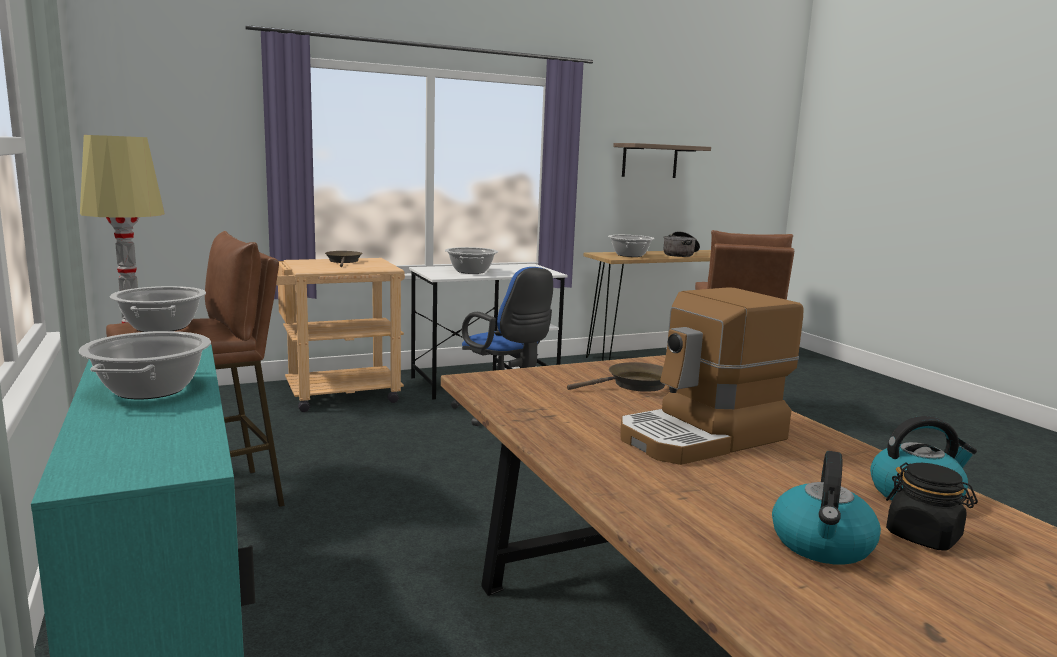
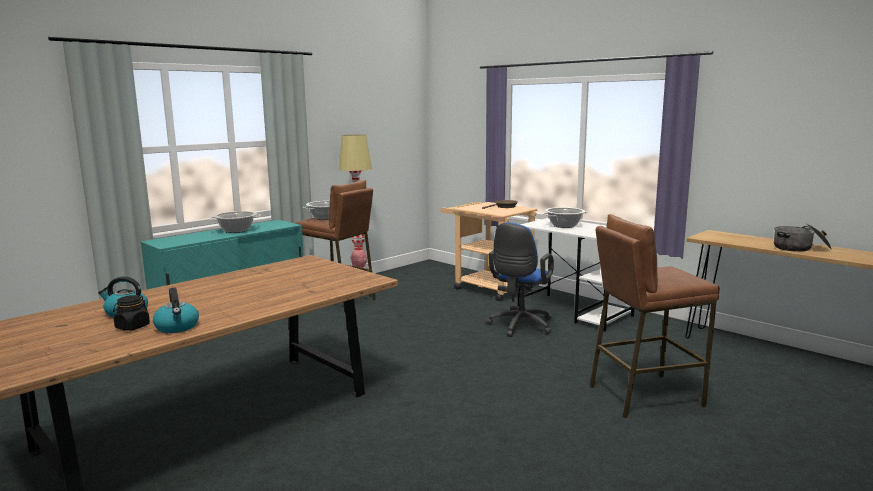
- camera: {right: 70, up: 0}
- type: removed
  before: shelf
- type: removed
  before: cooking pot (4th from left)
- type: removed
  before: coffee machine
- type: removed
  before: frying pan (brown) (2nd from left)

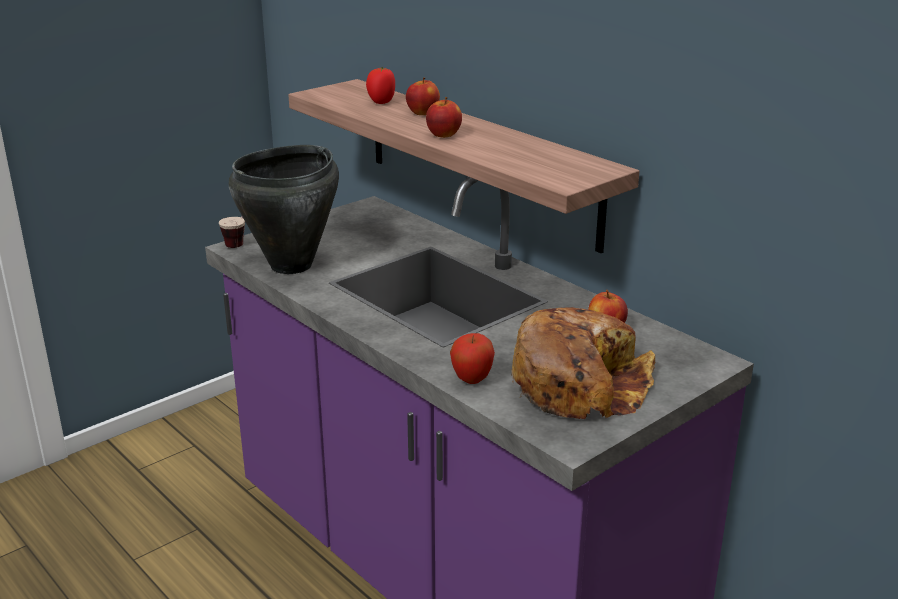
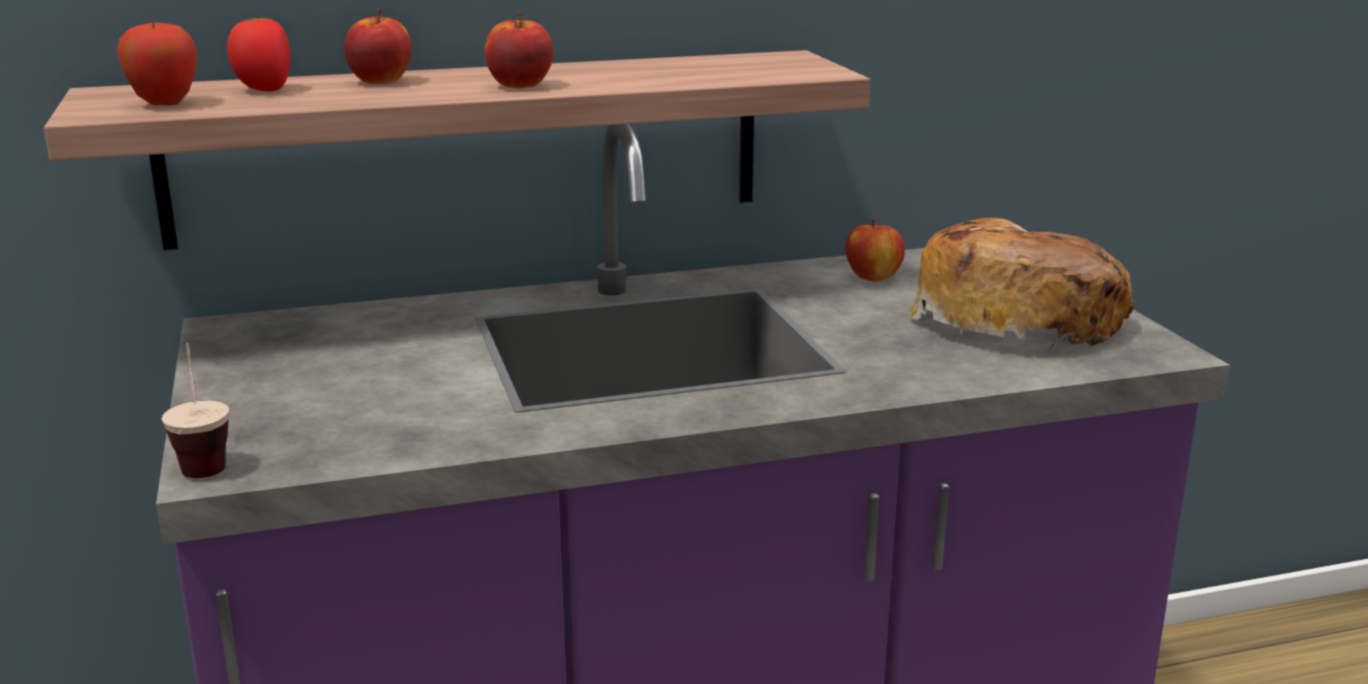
- camera: {right: -65, up: -5}
- type: removed
  before: cooking pot (black)
- type: moved
  before: apple (3rd from left in the first image)
  after: apple (1st from left)

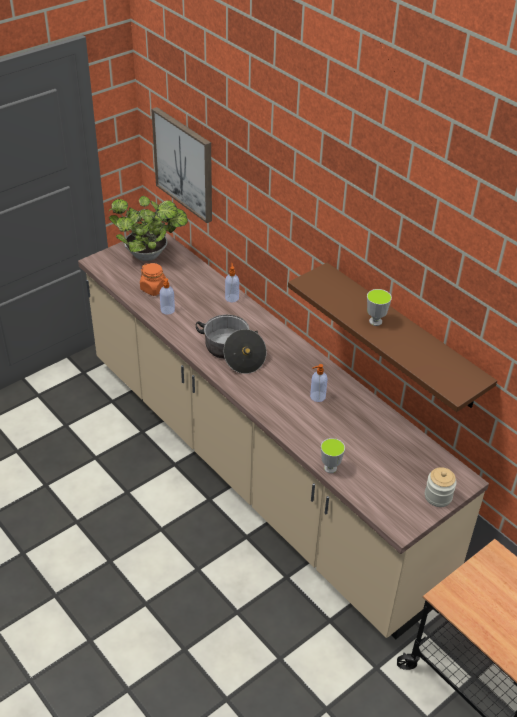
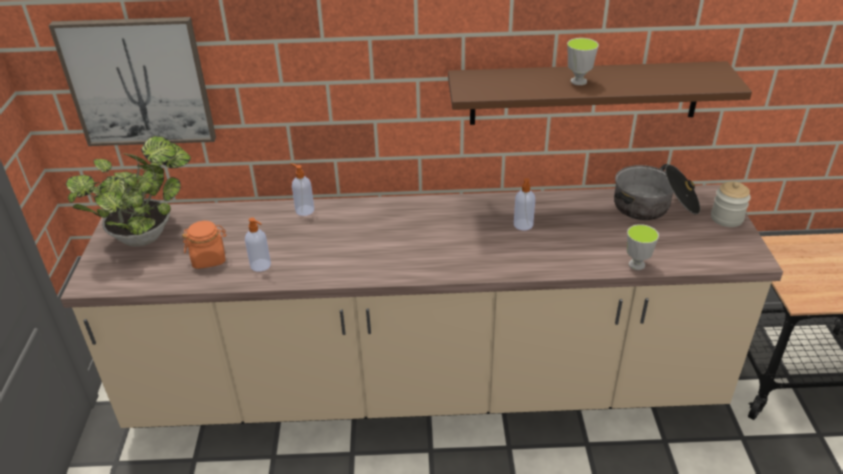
- camera: {right: -50, up: -5}
- type: moved
  before: cooking pot

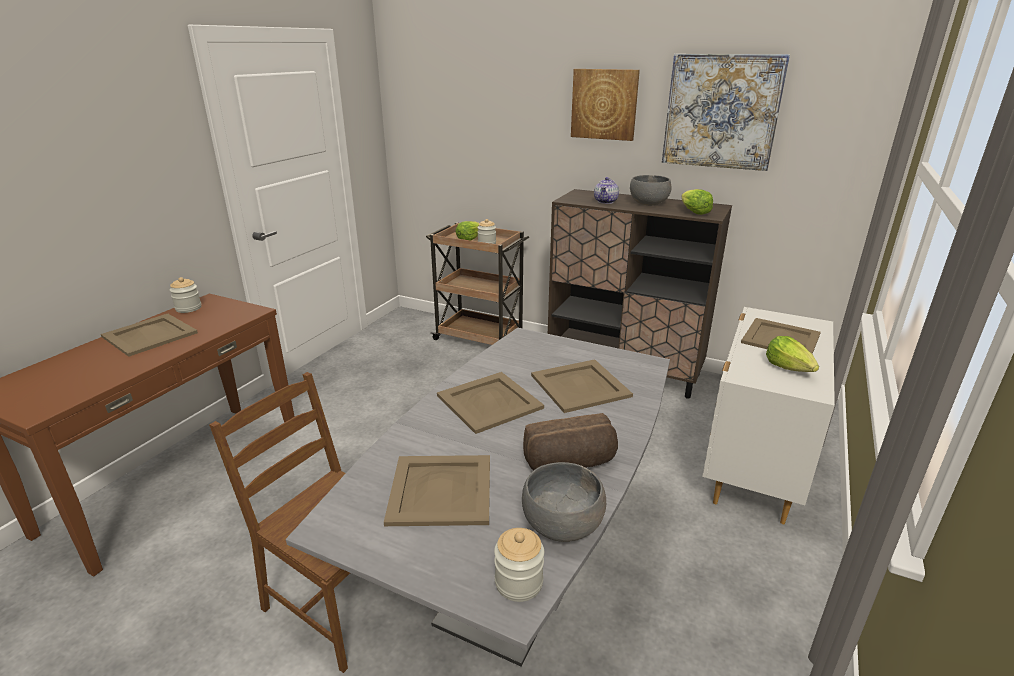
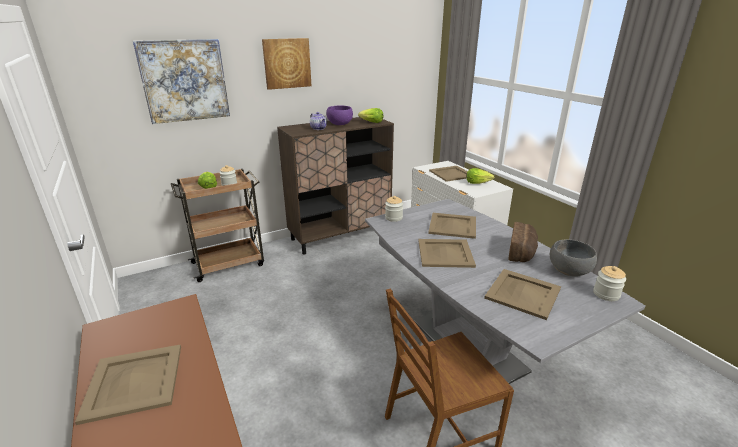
- camera: {right: -55, up: 0}
- type: moved
  before: picture (2nd from left in the first image)
  after: picture (1st from left)
- type: recoloured
  before: bowl (grey) (2nd from left)
  after: bowl (purple)
- type: moved
  before: jar (1st from left in the first image)
  after: jar (2nd from left)

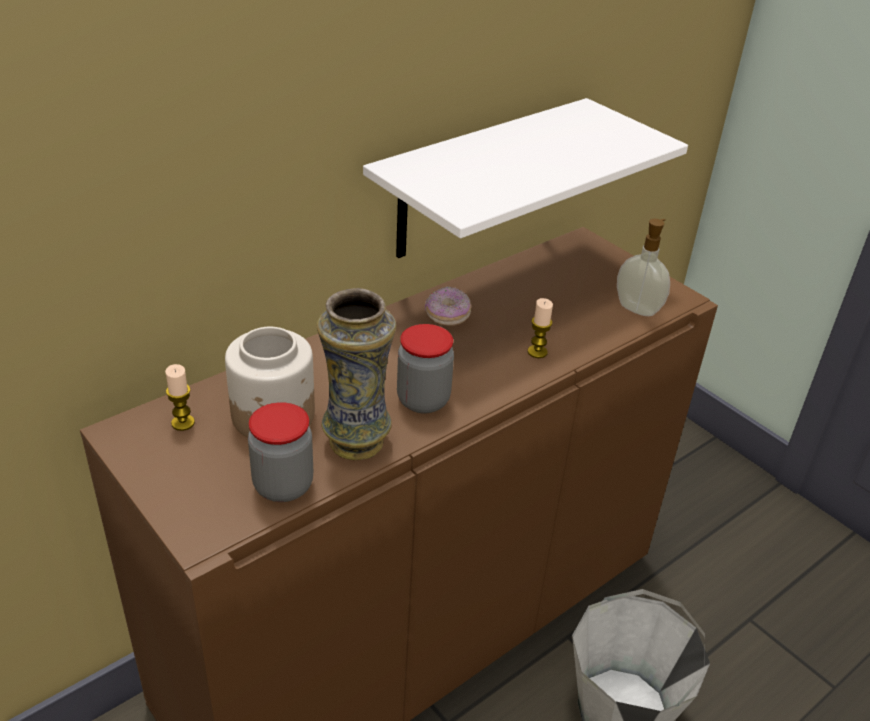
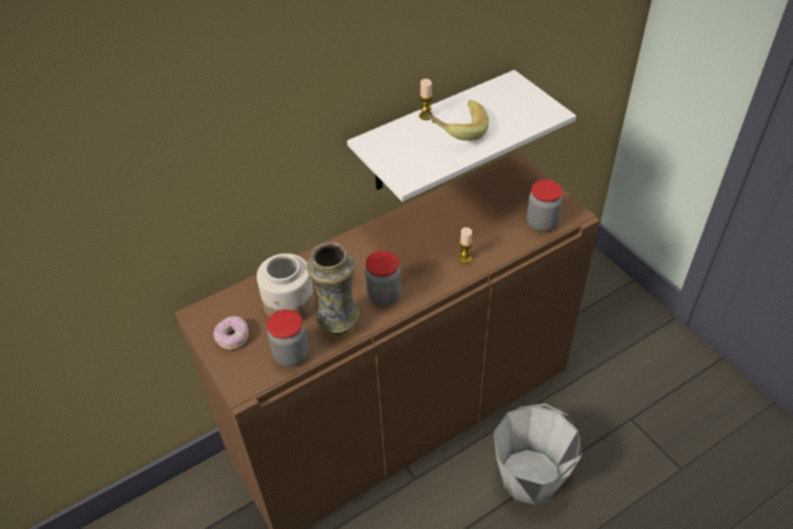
- camera: {right: 10, up: 10}
- type: replaced
  before: soap dispenser
  after: jar (4th from left)
- type: moved
  before: donut
- type: moved
  before: candle (1st from left)
- type: added
  after: banana

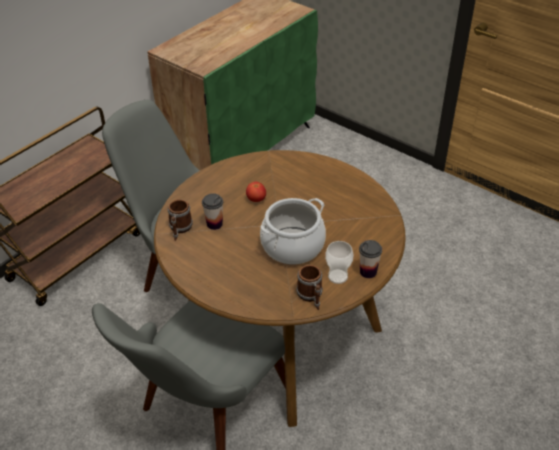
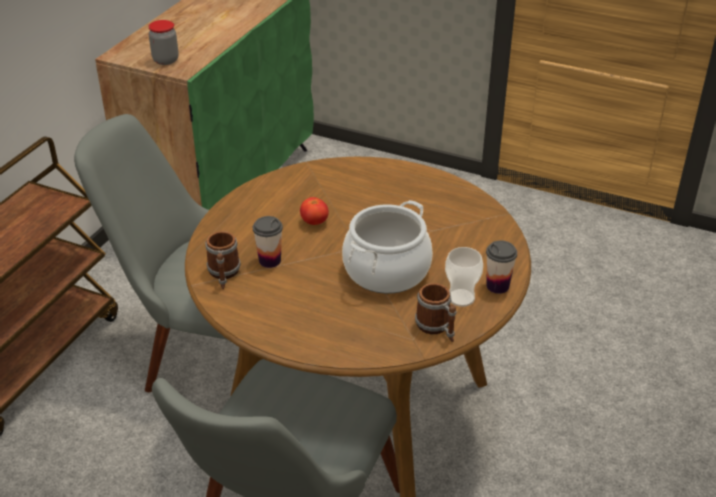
- camera: {right: -15, up: -5}
- type: added
  after: jar

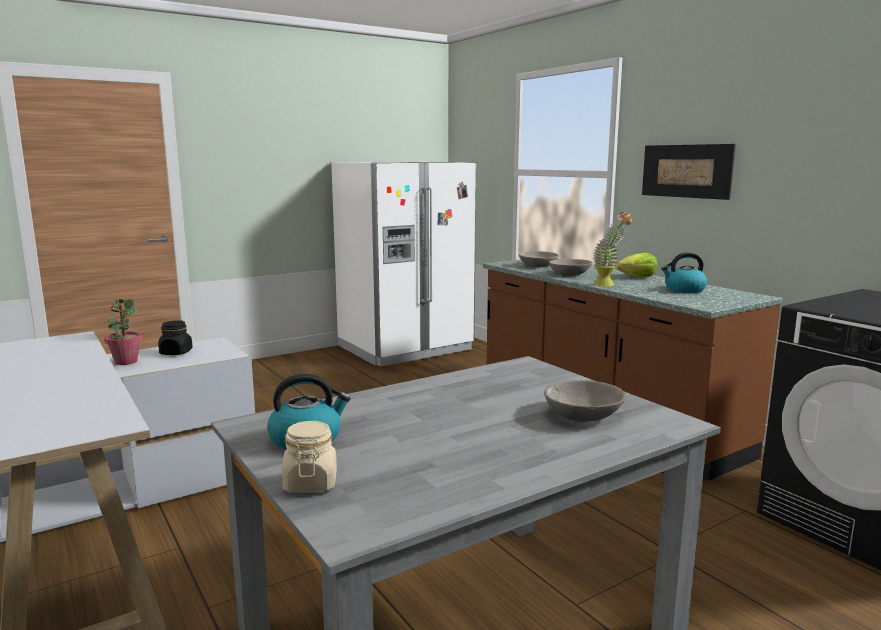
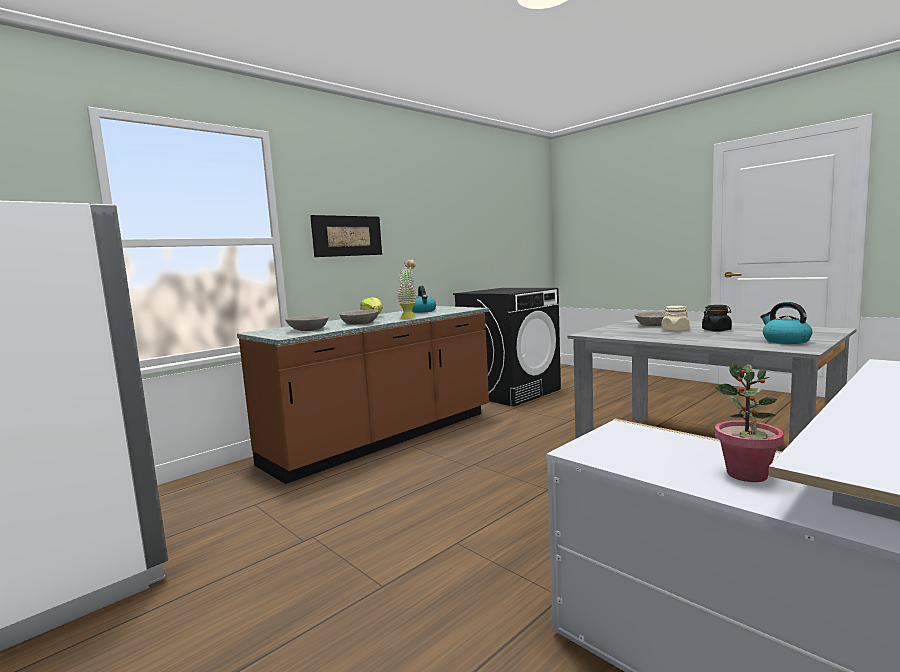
- camera: {right: -100, up: -5}
- type: moved
  before: jar (black)
- type: moved
  before: jar (beige)

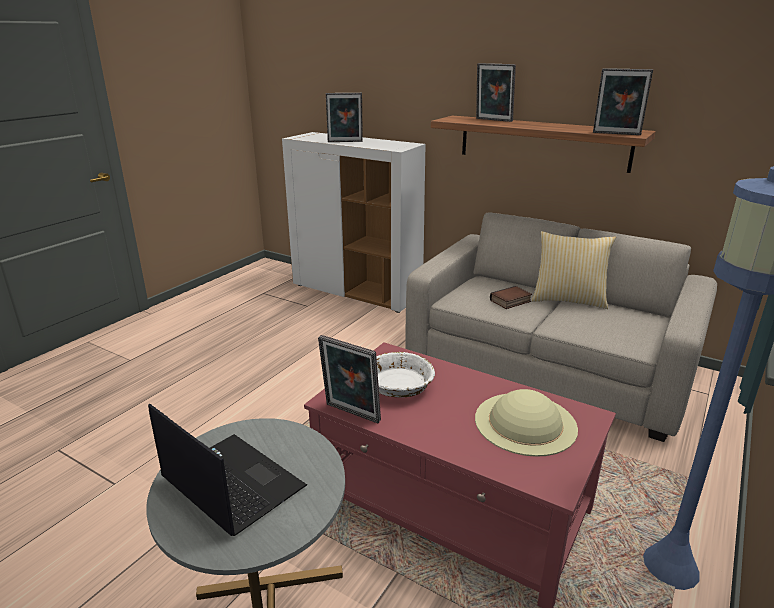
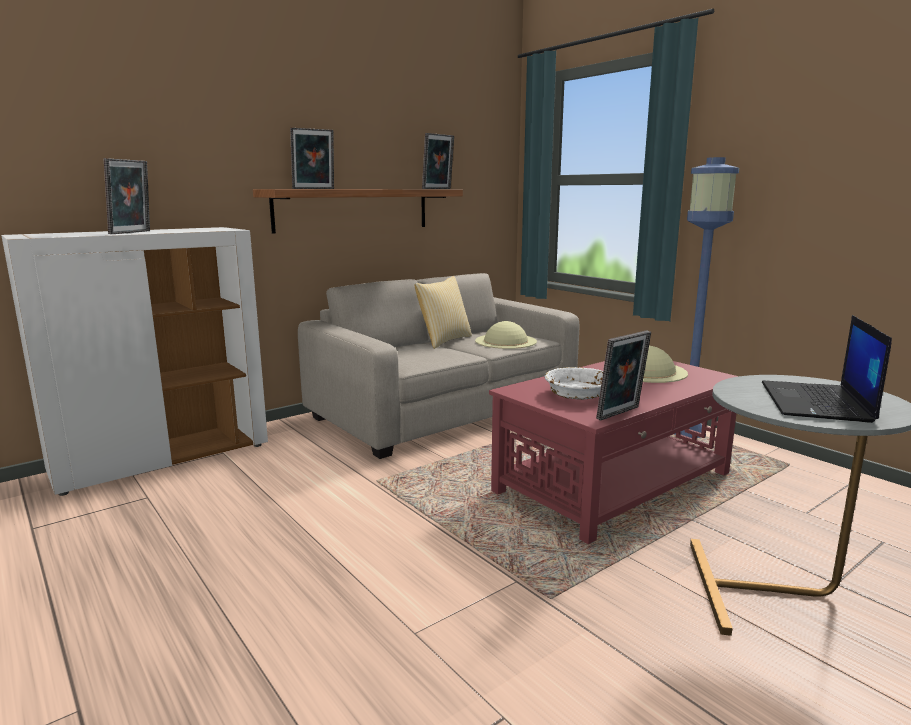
- camera: {right: -70, up: -10}
- type: removed
  before: book
- type: turned
  before: laptop
  turn: -45
- type: added
  after: hat (beige) (1st from left)

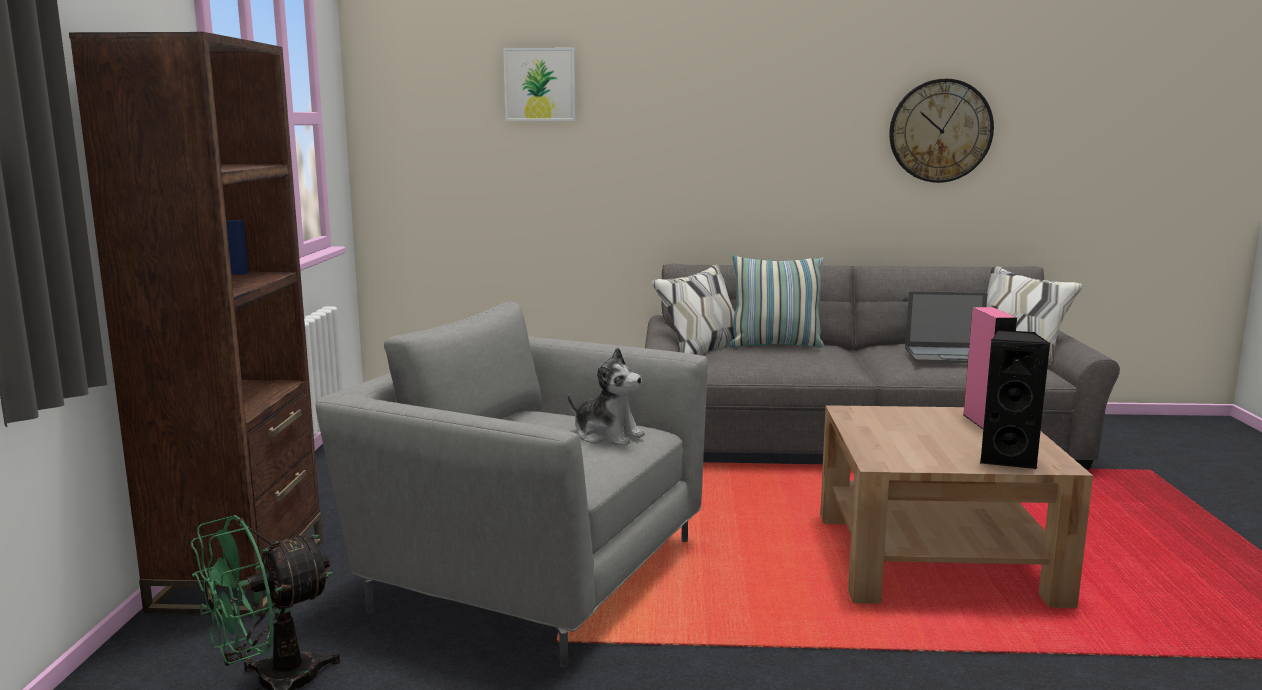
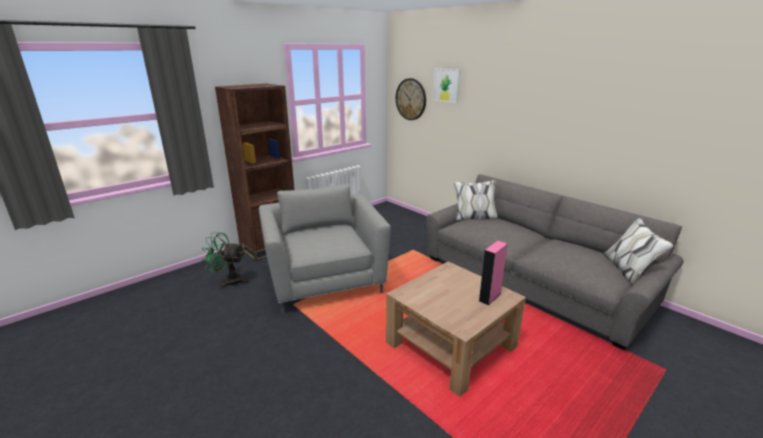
- camera: {right: 45, up: 10}
- type: moved
  before: wall clock
- type: removed
  before: pillow
- type: removed
  before: laptop
- type: removed
  before: speaker (black)
- type: removed
  before: plush toy

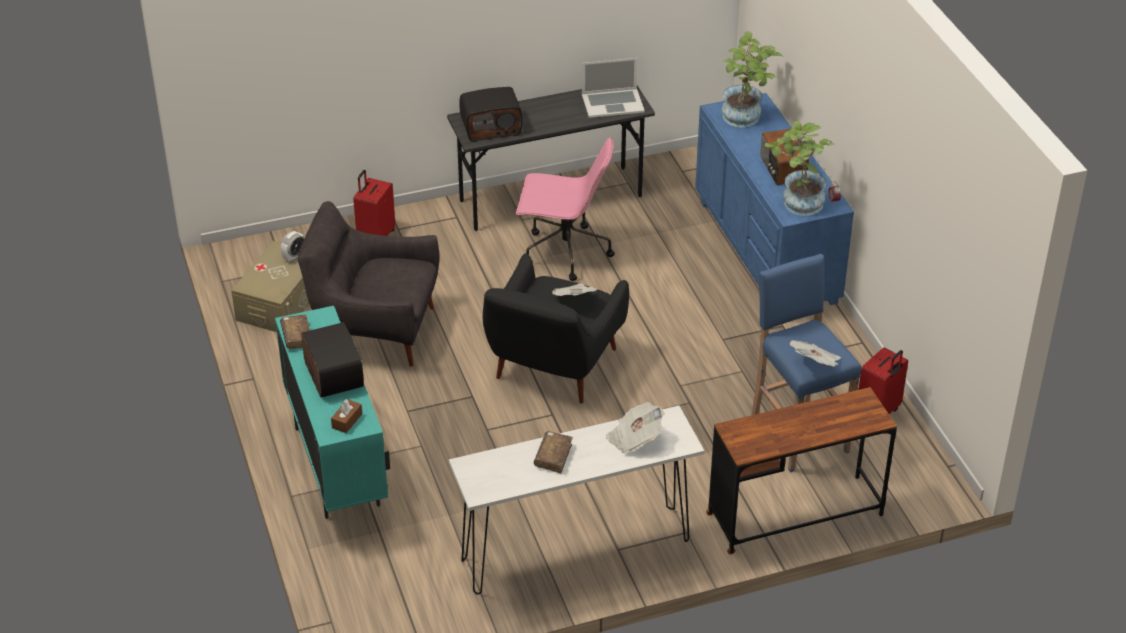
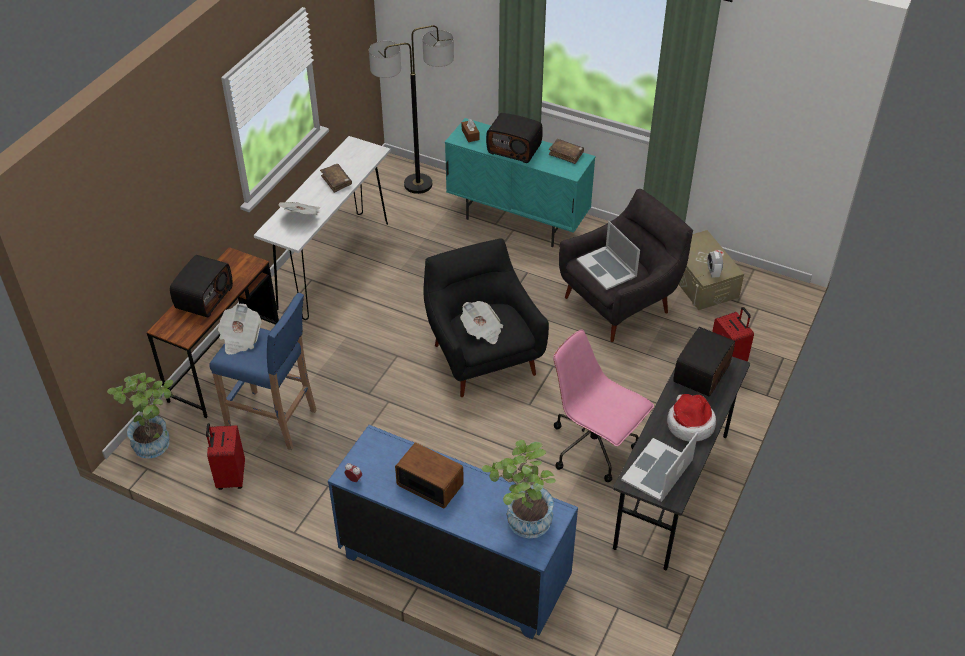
- camera: {right: 135, up: 5}
- type: moved
  before: potted plant (2nd from left in the first image)
  after: potted plant (1st from left)
- type: turned
  before: office chair (pink)
  turn: 75
- type: added
  after: floor lamp
- type: added
  after: laptop (1st from left)
- type: added
  after: radio (1st from left)
- type: added
  after: hat

